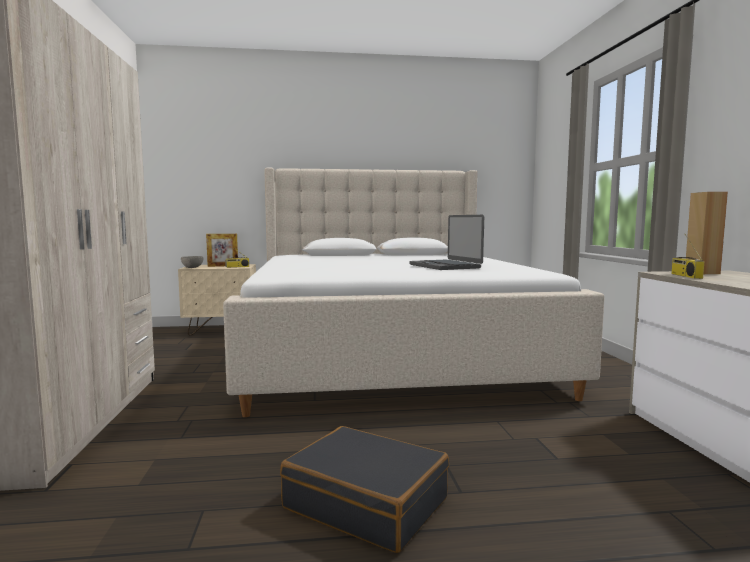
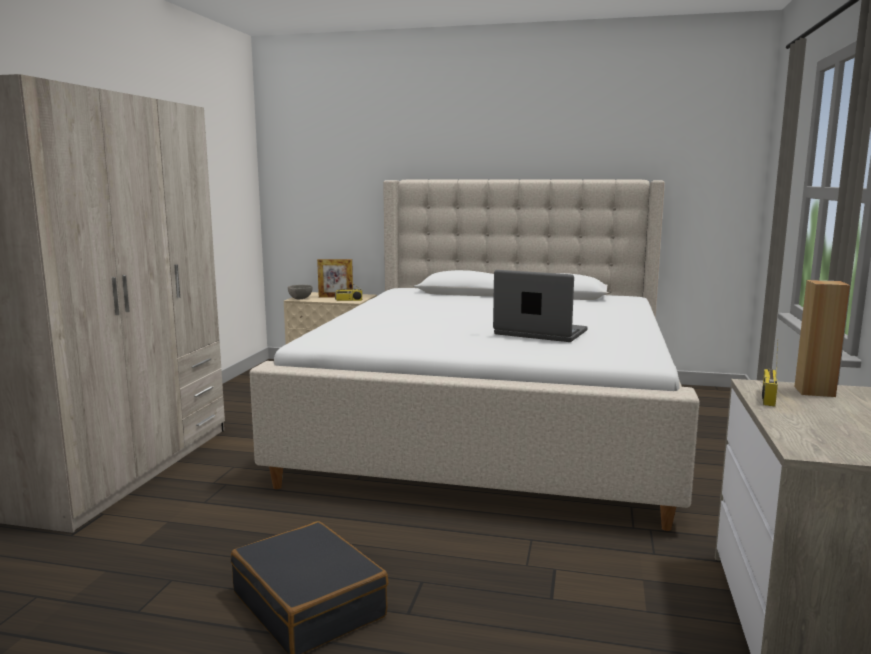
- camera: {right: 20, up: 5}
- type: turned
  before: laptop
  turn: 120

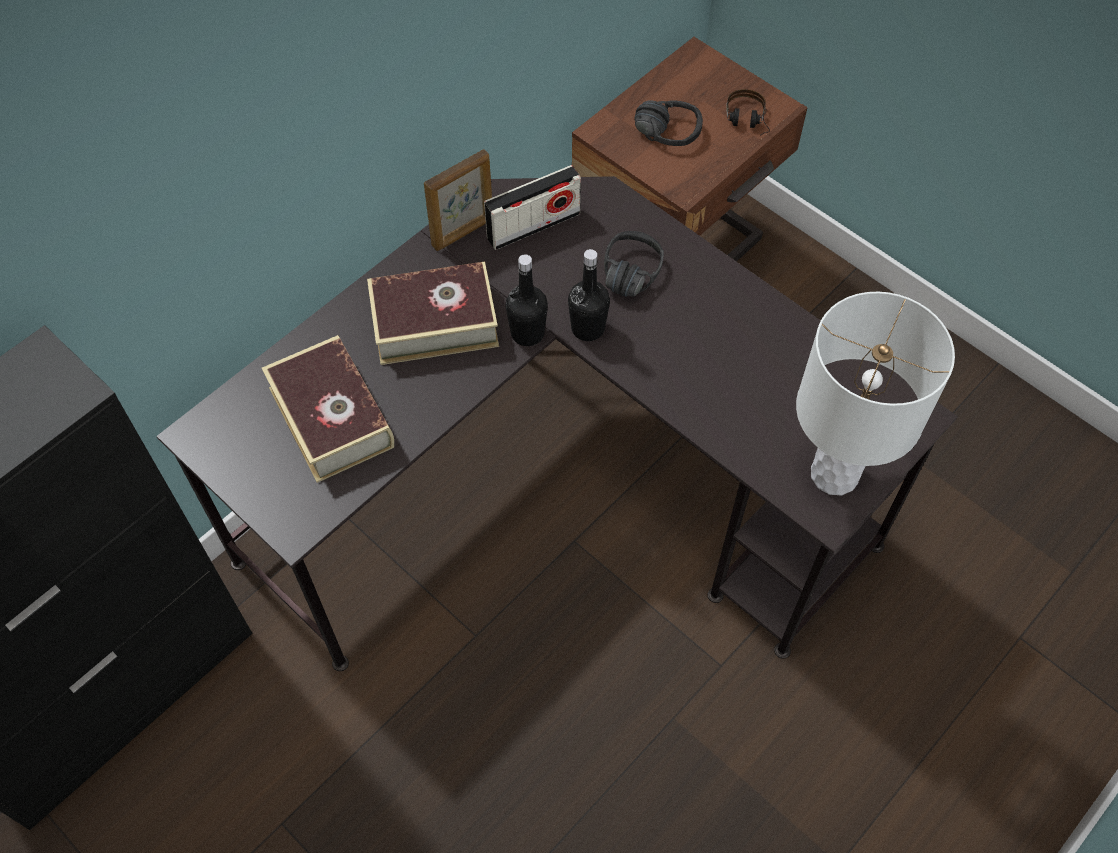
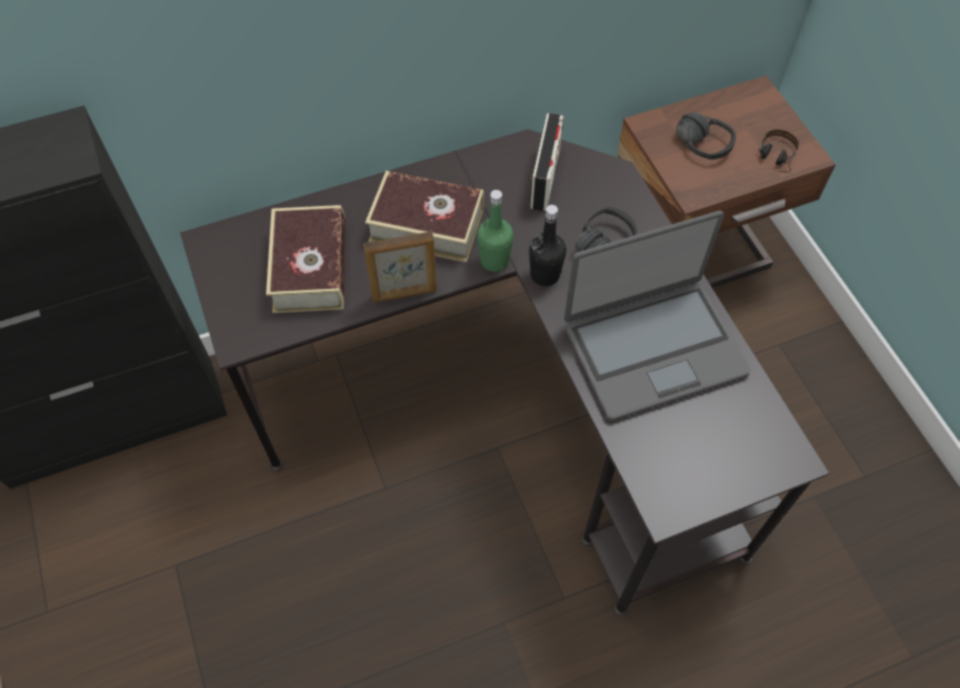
- camera: {right: 25, up: 0}
- type: moved
  before: picture frame
- type: turned
  before: radio
  turn: -75
- type: recoloured
  before: bottle (black) (1st from left)
  after: bottle (green)
- type: removed
  before: table lamp (white)
- type: added
  after: laptop

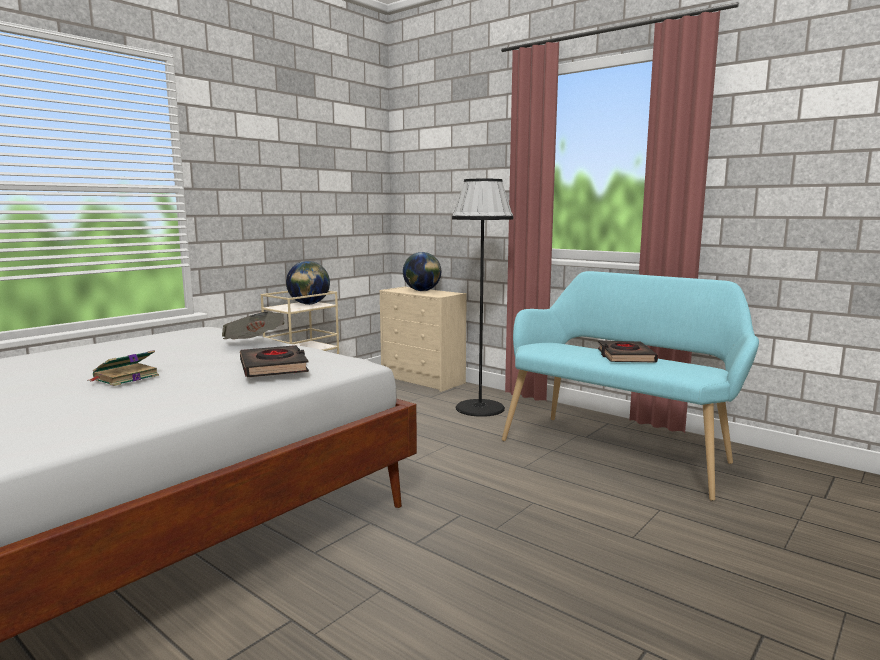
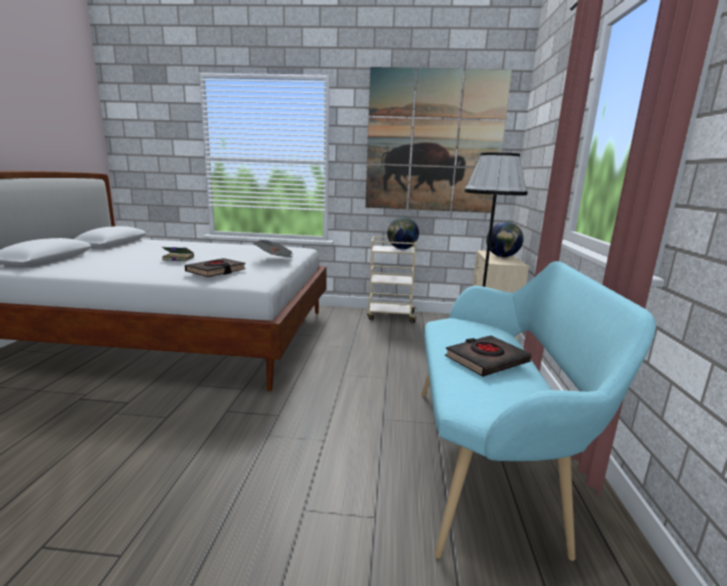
- camera: {right: 55, up: 5}
- type: added
  after: picture

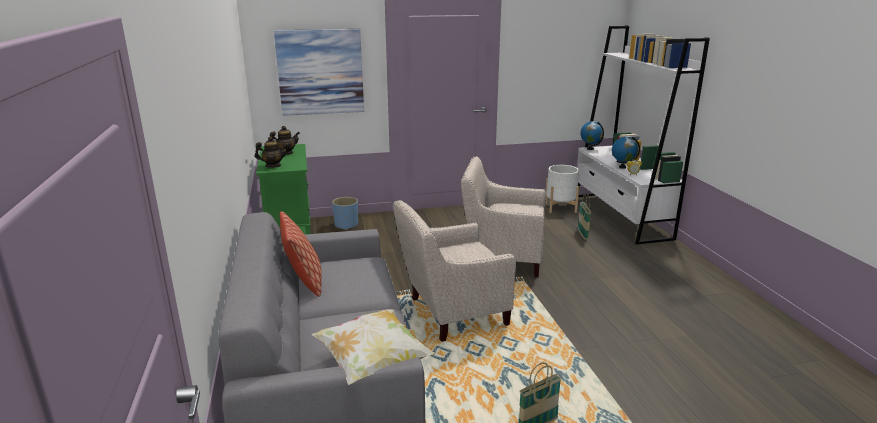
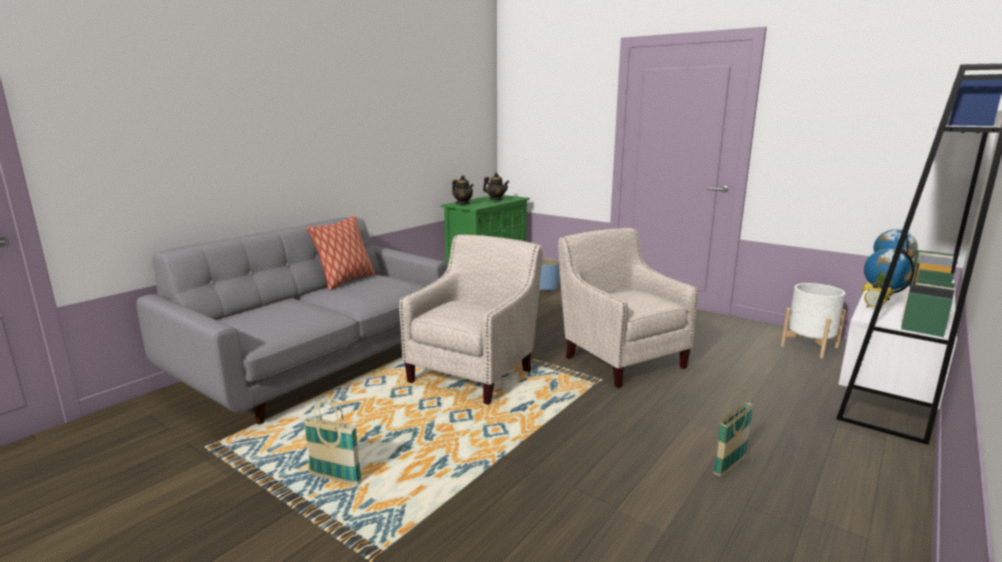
- camera: {right: 50, up: -5}
- type: removed
  before: picture
- type: moved
  before: basket (2nd from left)
- type: turned
  before: armchair (beige) (1st from left)
  turn: 90
- type: removed
  before: pillow (2nd from left)

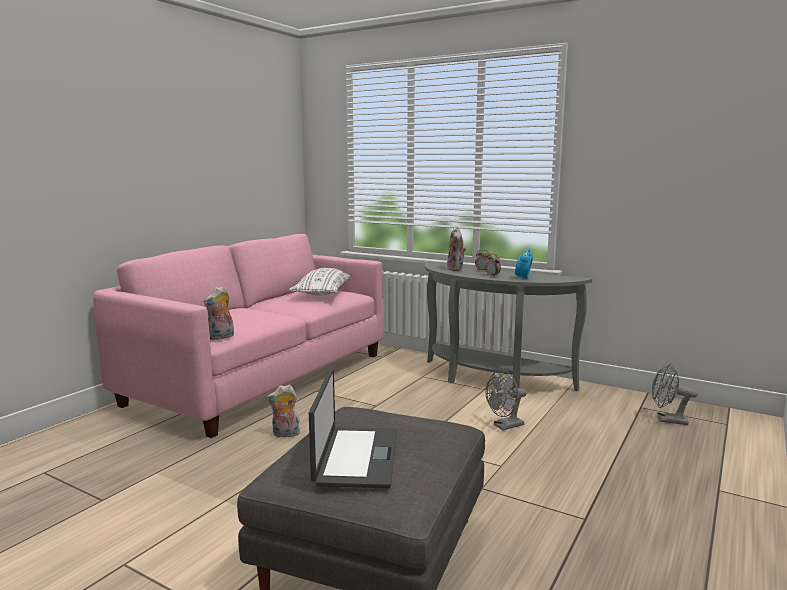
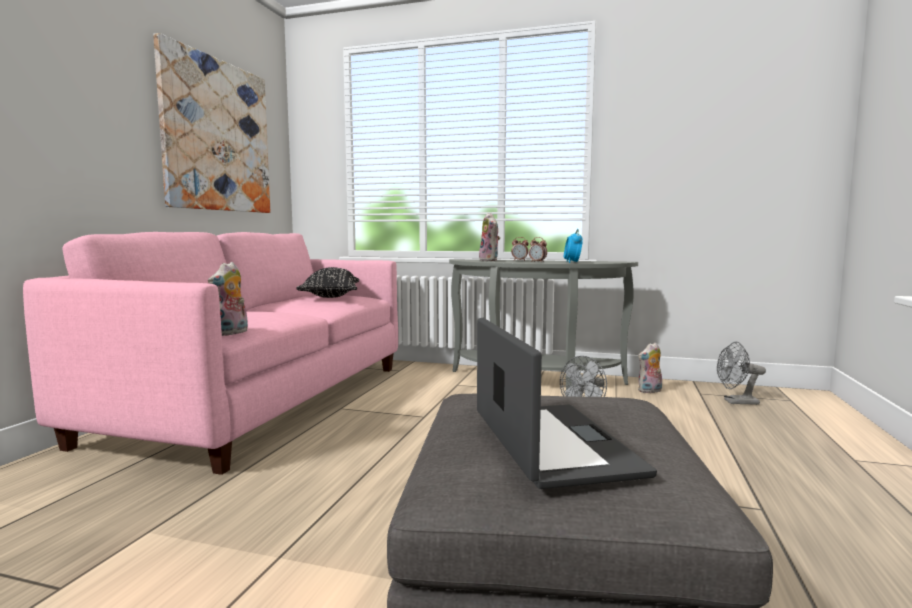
- camera: {right: -15, up: -5}
- type: recoloured
  before: pillow (white)
  after: pillow (black)
- type: moved
  before: plush toy (2nd from left in the first image)
  after: plush toy (3rd from left)
- type: added
  after: picture

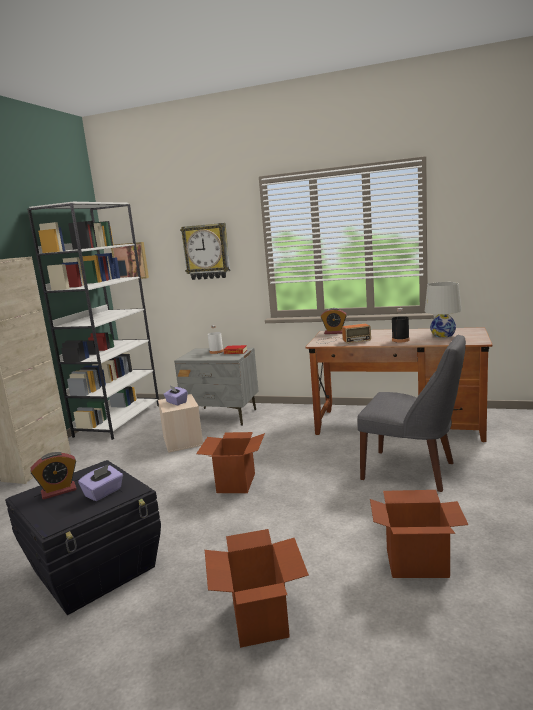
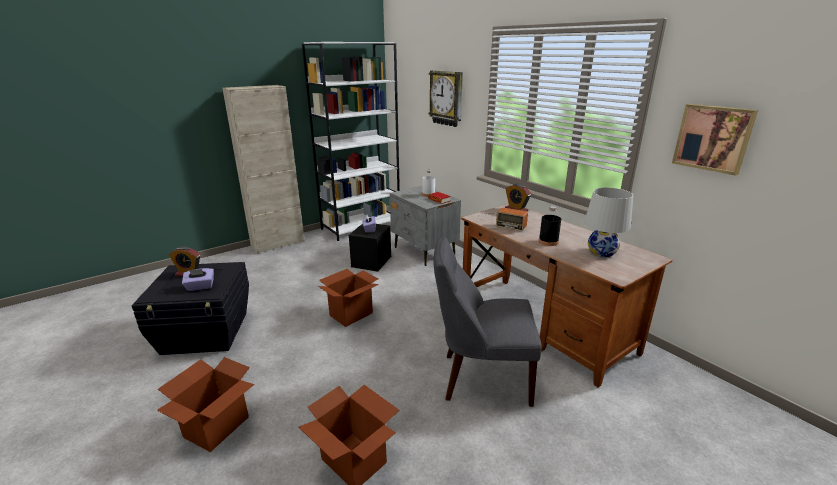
- camera: {right: 35, up: 10}
- type: moved
  before: picture
- type: turned
  before: chair (grey)
  turn: 120
- type: recoloured
  before: storage box (beige)
  after: storage box (black) (2nd from left)

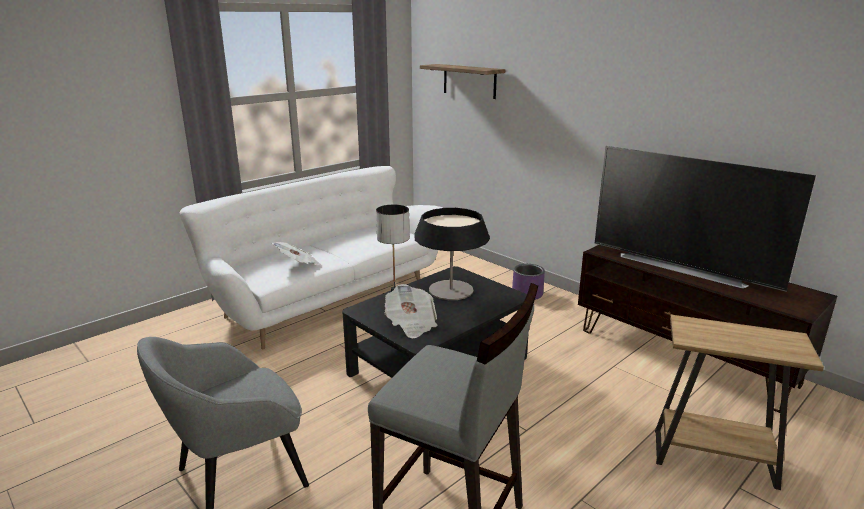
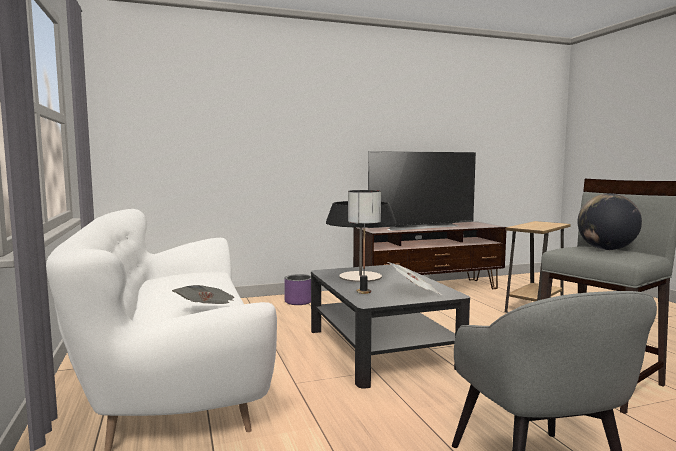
- camera: {right: -65, up: -15}
- type: removed
  before: shelf
- type: added
  after: globe

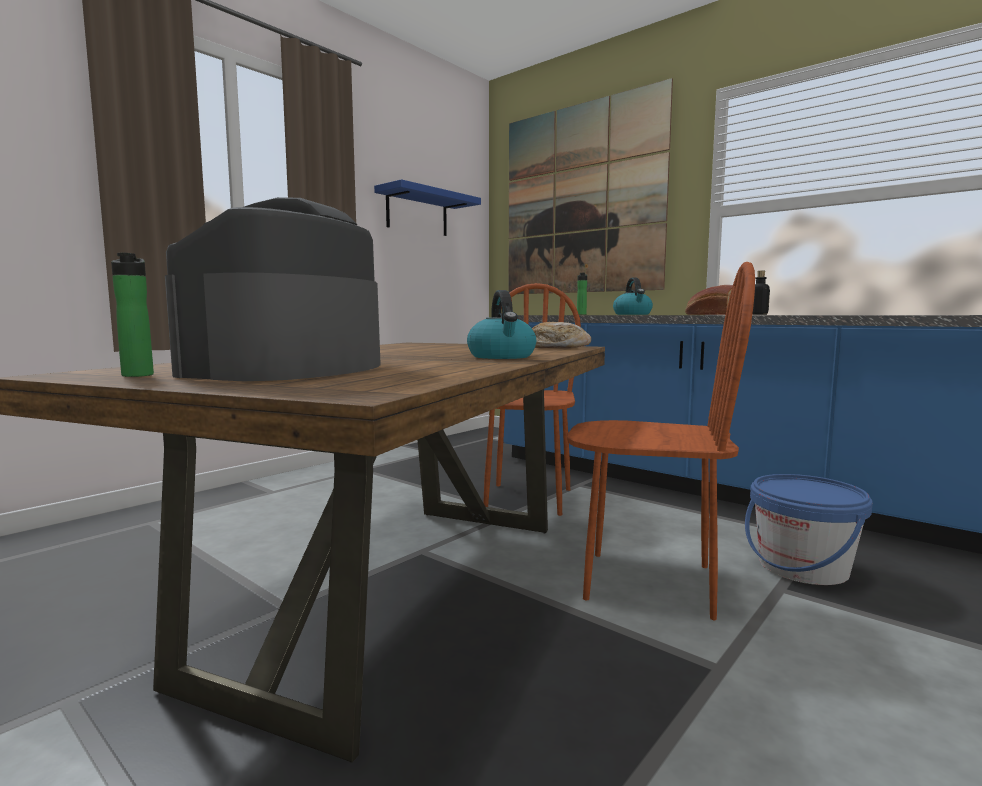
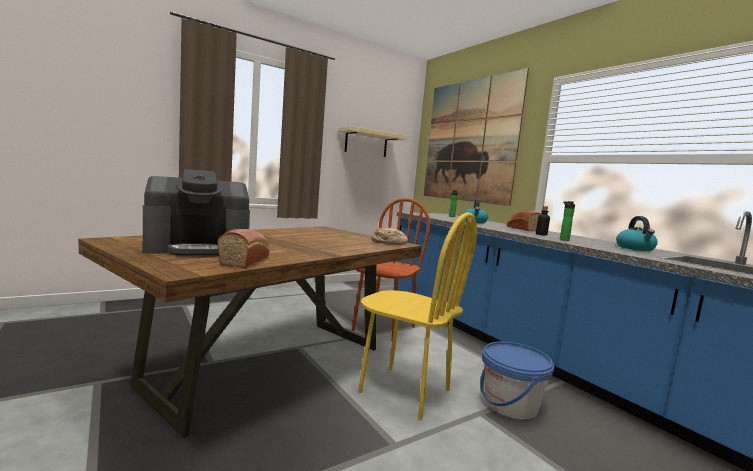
- camera: {right: 15, up: 0}
- type: recoloured
  before: shelf (blue)
  after: shelf (beige)
- type: turned
  before: coffee machine
  turn: -150
- type: moved
  before: bottle (1st from left in the first image)
  after: bottle (3rd from left)
- type: recoloured
  before: chair (brown) (2nd from left)
  after: chair (yellow)
- type: moved
  before: kettle (1st from left in the first image)
  after: kettle (2nd from left)
- type: added
  after: bread (1st from left)

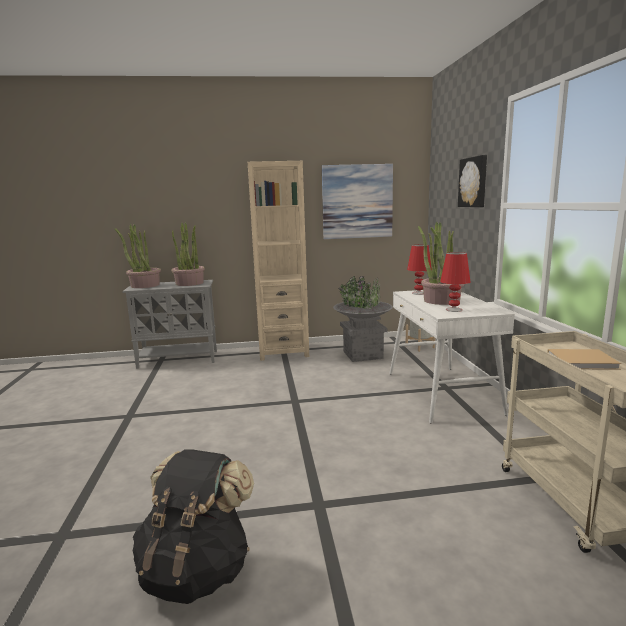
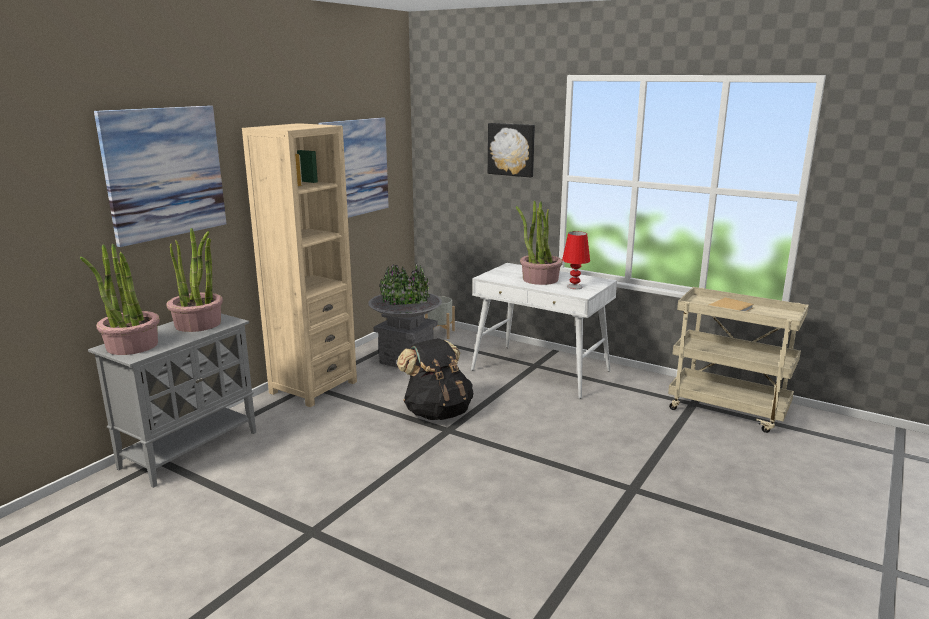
- camera: {right: -50, up: 5}
- type: removed
  before: table lamp (red) (1st from left)
- type: moved
  before: backpack (black)
- type: added
  after: picture (1st from left)

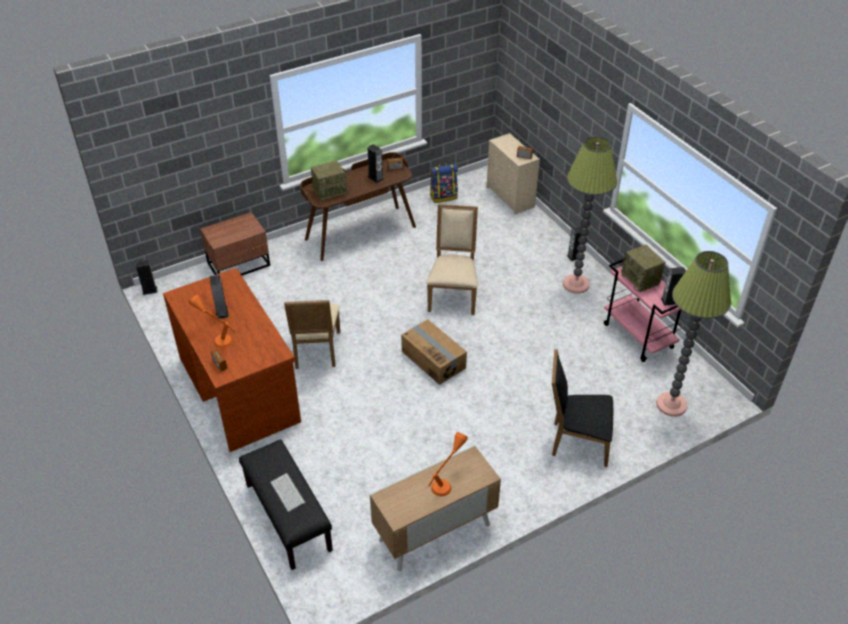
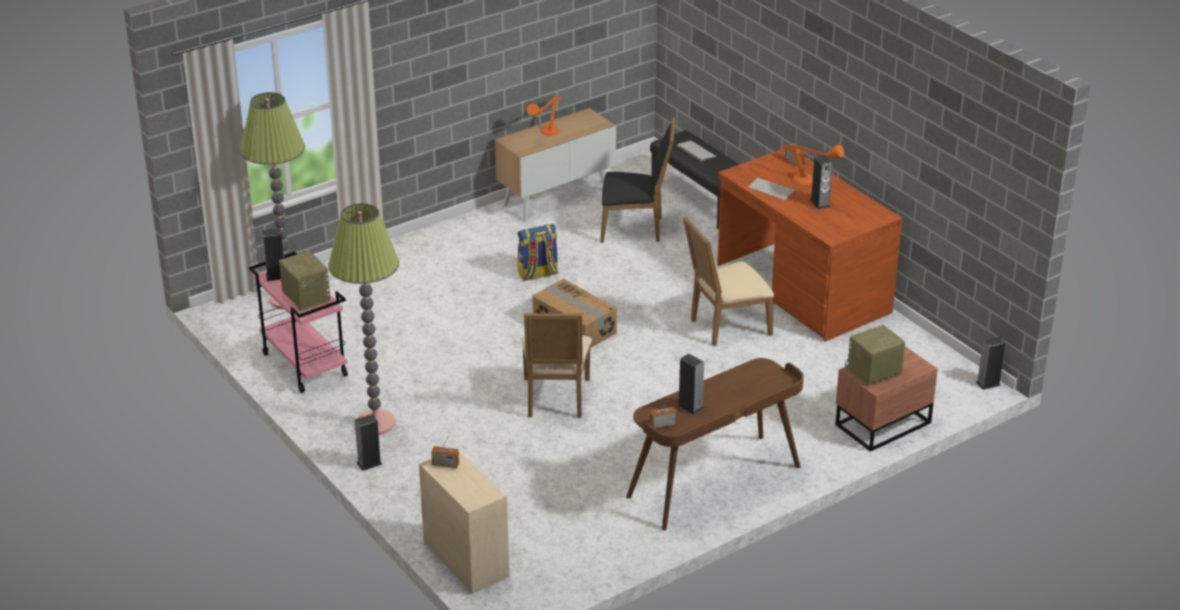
- camera: {right: 175, up: -10}
- type: moved
  before: radio (2nd from left in the first image)
  after: radio (5th from left)
- type: moved
  before: backpack
- type: turned
  before: chair (beige) (1st from left in the first image)
  turn: -105
- type: moved
  before: chair (black)
- type: added
  after: keyboard (2nd from left)

